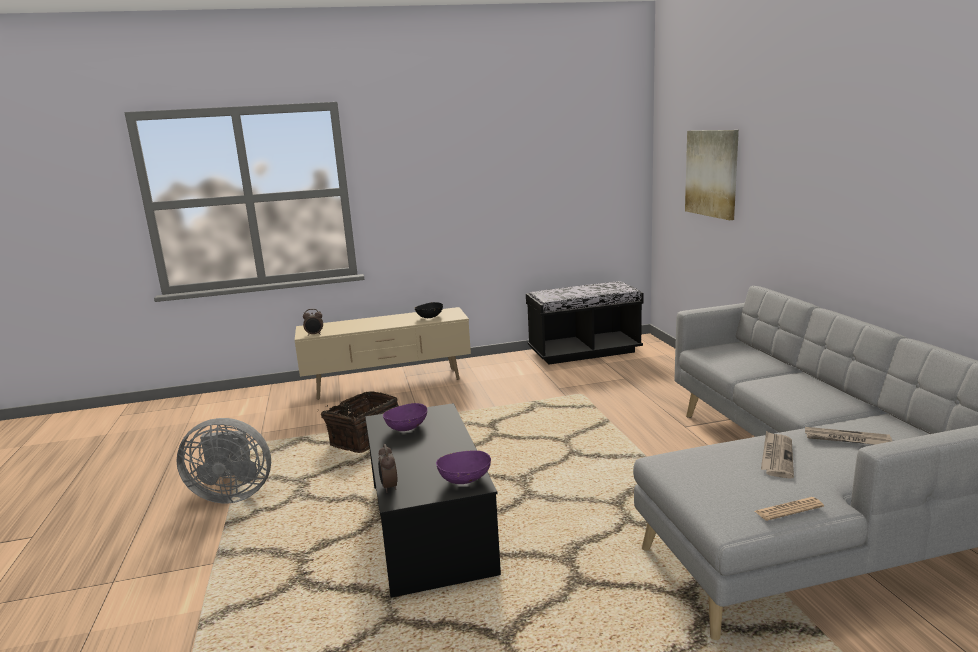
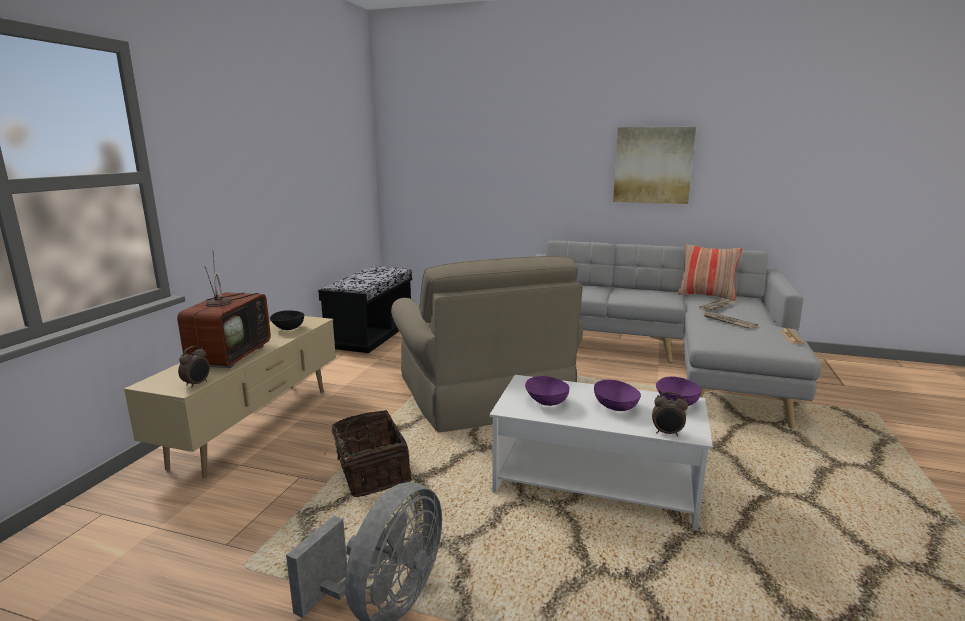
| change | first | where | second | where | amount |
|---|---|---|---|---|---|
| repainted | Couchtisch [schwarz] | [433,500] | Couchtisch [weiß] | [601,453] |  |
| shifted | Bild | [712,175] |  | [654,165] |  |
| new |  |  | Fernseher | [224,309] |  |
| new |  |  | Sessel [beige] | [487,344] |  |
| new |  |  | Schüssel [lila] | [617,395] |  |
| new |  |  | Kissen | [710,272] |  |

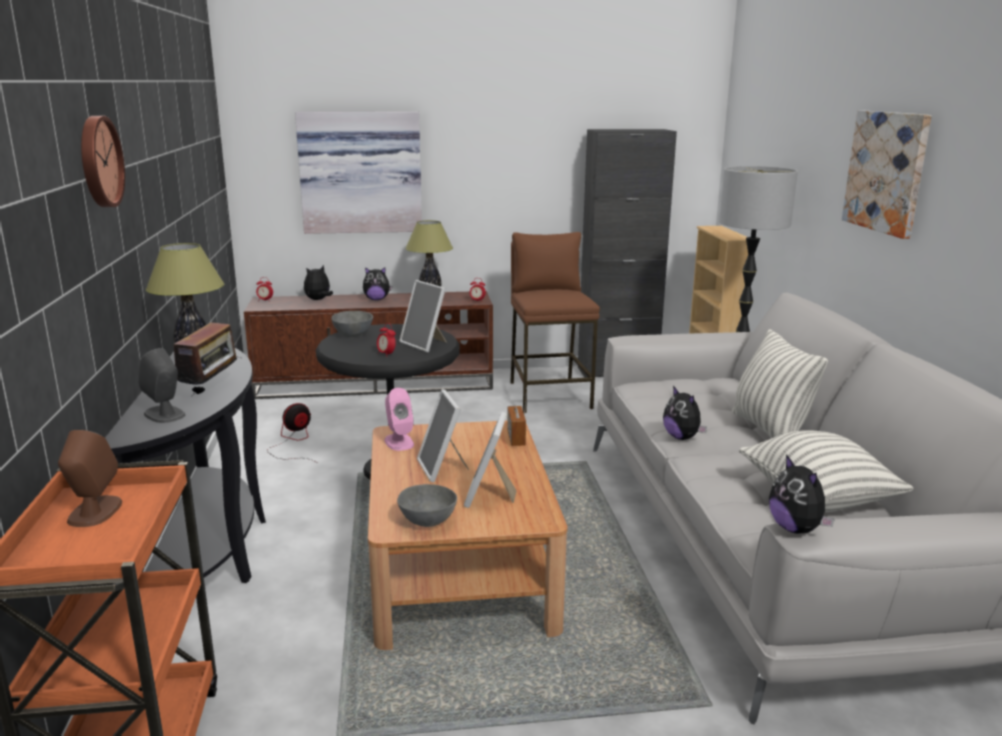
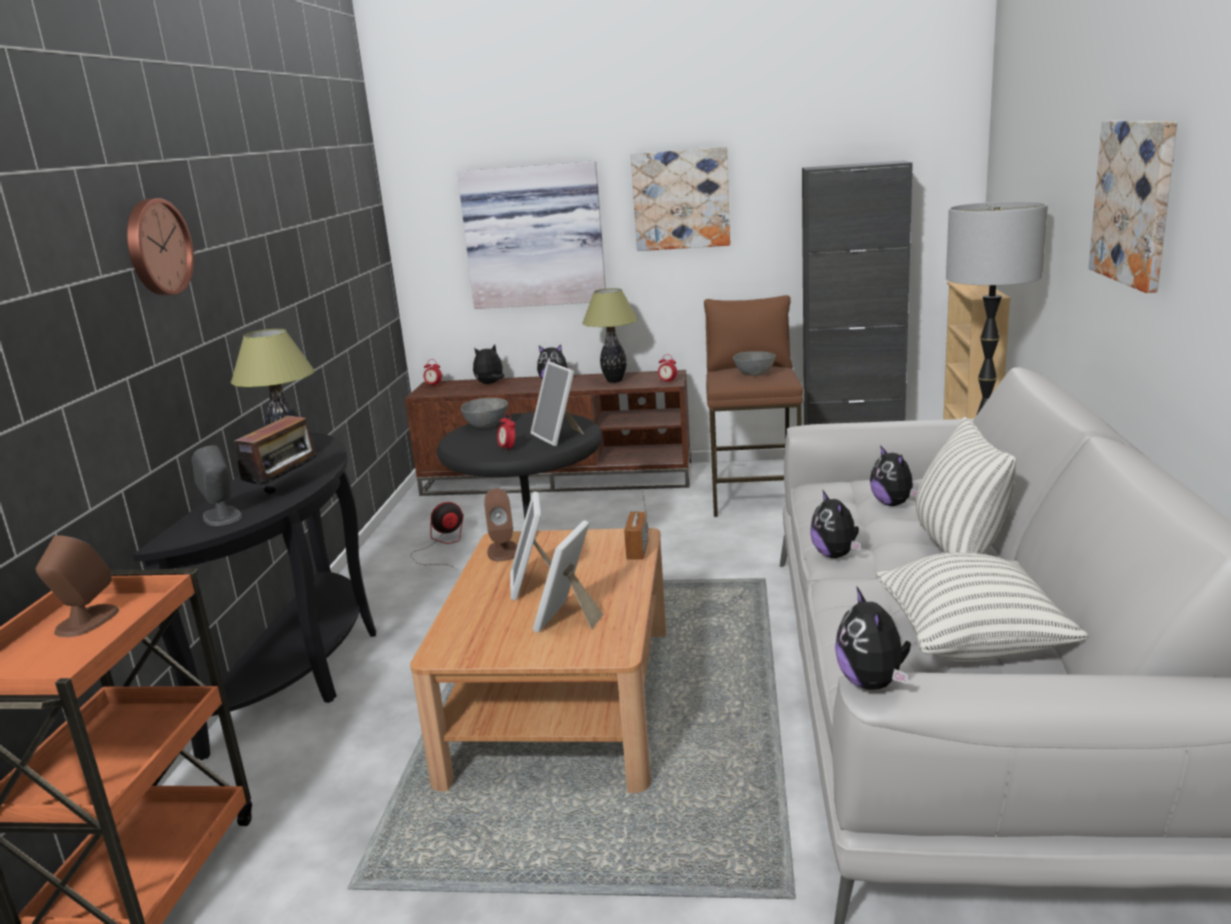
| change | first | where | second | where | amount |
|---|---|---|---|---|---|
| repainted | Lautsprecher [rosa] | [399,419] | Lautsprecher [braun] | [500,525] |  |
| shifted | Schüssel [grau] | [427,505] |  | [754,363] |  |
| new |  |  | Bild | [680,199] |  |
| new |  |  | Plüschtier | [894,475] |  |

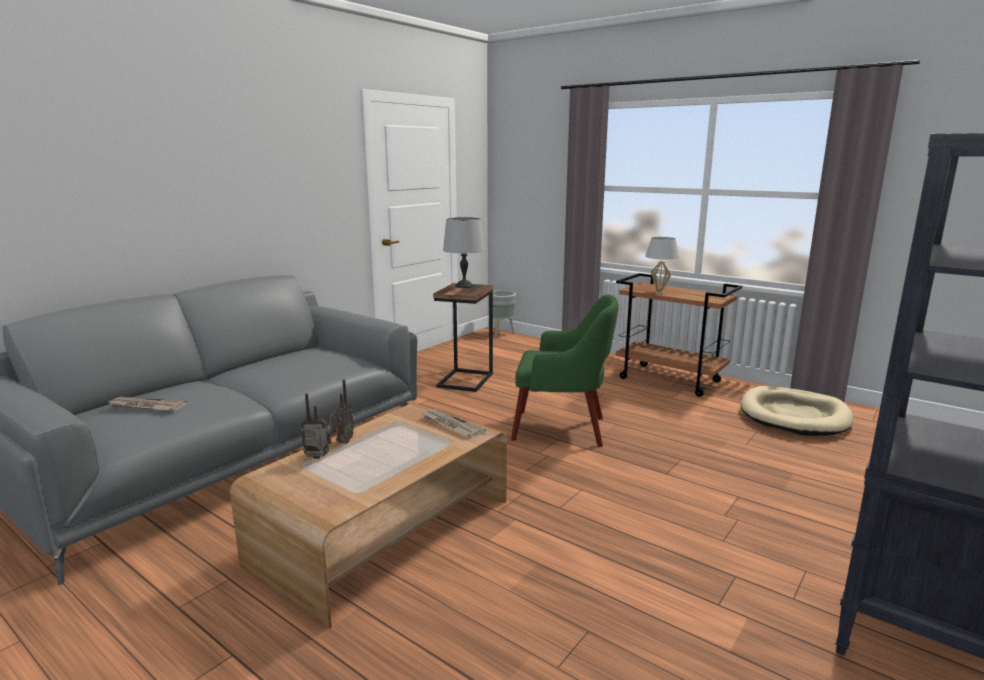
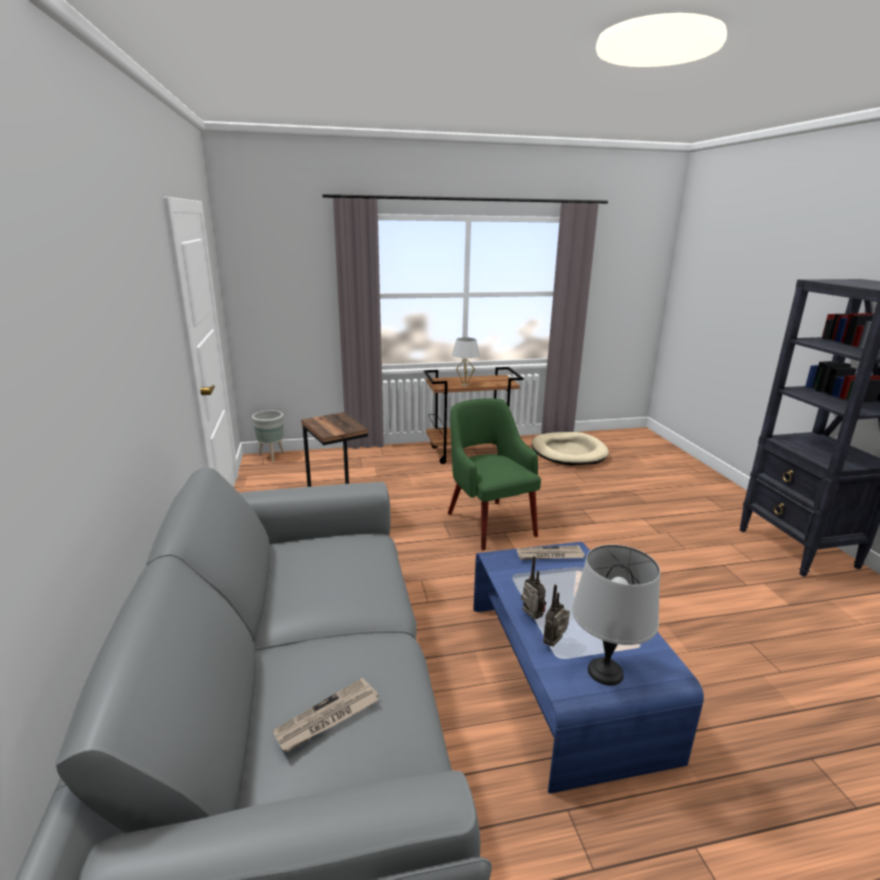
| change | first | where | second | where | amount |
|---|---|---|---|---|---|
| repainted | Couchtisch [braun] | [368,515] | Couchtisch [blau] | [588,668] |  |
| shifted | Tischlampe [grau] | [464,252] |  | [616,615] |  |
| rotated | Sessel [grün] | [565,370] |  | [494,474] | 75 degrees counterclockwise |

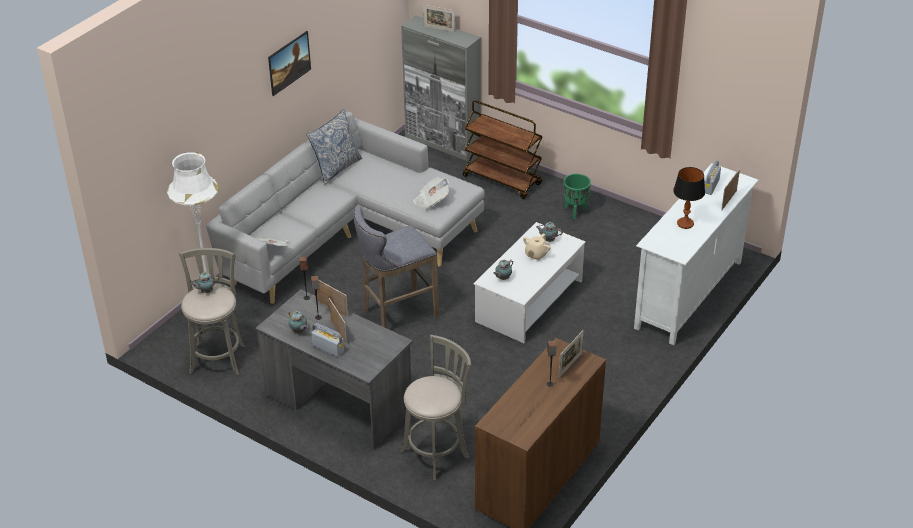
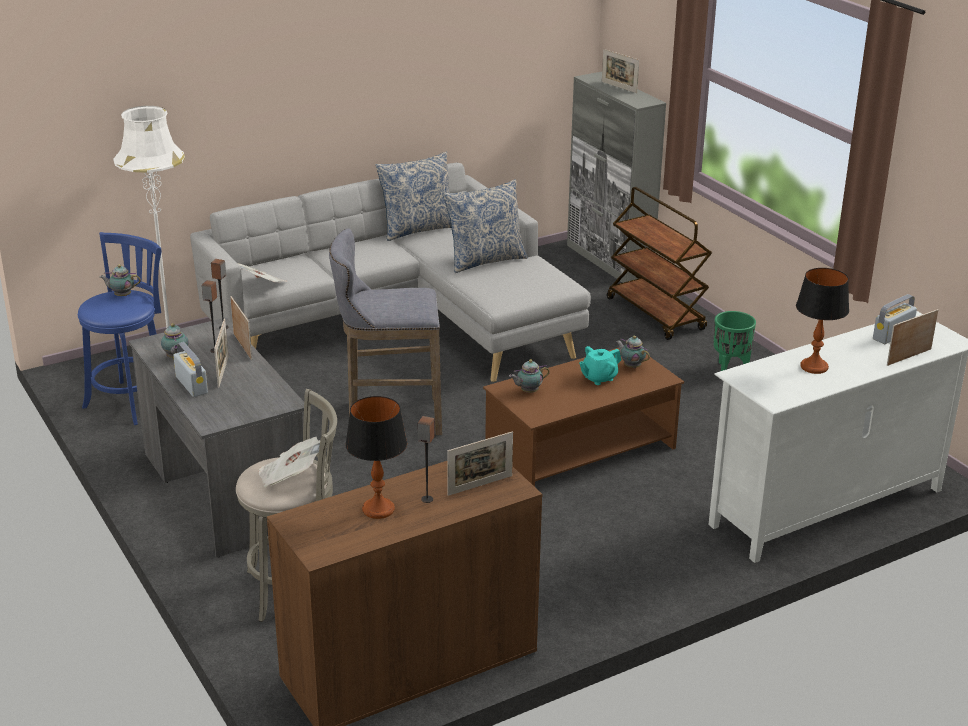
| change | first | where | second | where | amount |
|---|---|---|---|---|---|
| repainted | Hocker [grau] | [212,311] | Hocker [blau] | [119,328] |  |
| gone | Bild | [289,63] |  |  |  |
| shifted | Zeitung | [431,193] |  | [289,462] |  |
| repainted | Couchtisch [weiß] | [530,282] | Couchtisch [braun] | [583,417] |  |
| repainted | Teekanne [beige] | [536,247] | Teekanne [türkis] | [600,365] |  |
| new |  |  | Tischlampe | [376,457] |  |
| new |  |  | Kissen | [485,226] |  |

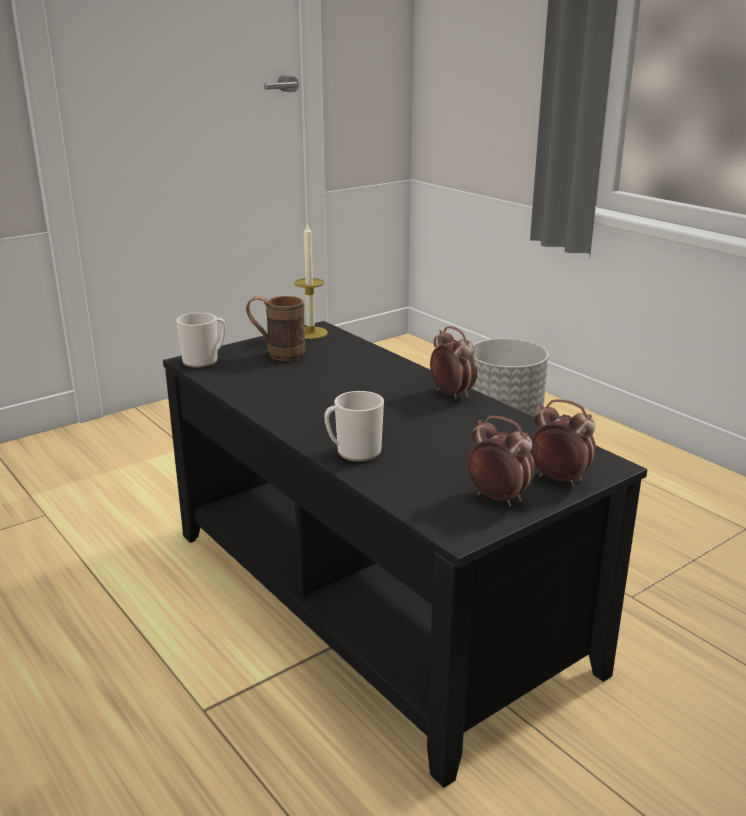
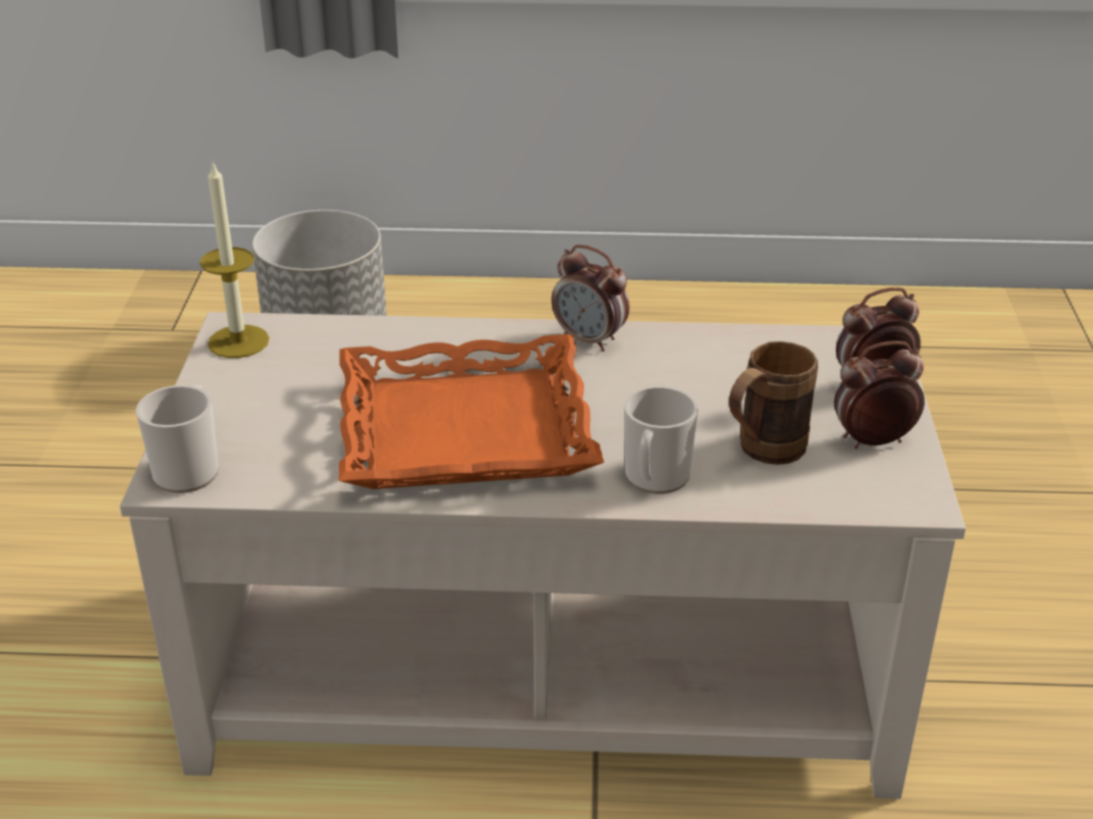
| change | first | where | second | where | amount |
|---|---|---|---|---|---|
| repainted | Couchtisch [schwarz] | [405,554] | Couchtisch [beige] | [543,555] |  |
| shifted | Henkelbecher [braun] | [275,328] |  | [773,403] |  |
| rotated | Wecker | [453,363] |  | [590,298] | 150 degrees counterclockwise |
| new |  |  | Tablett [orange] | [471,411] |  |

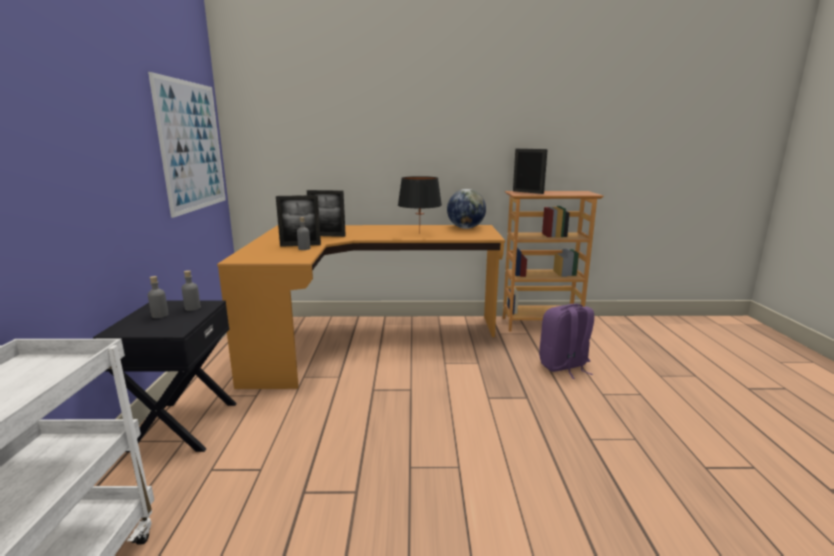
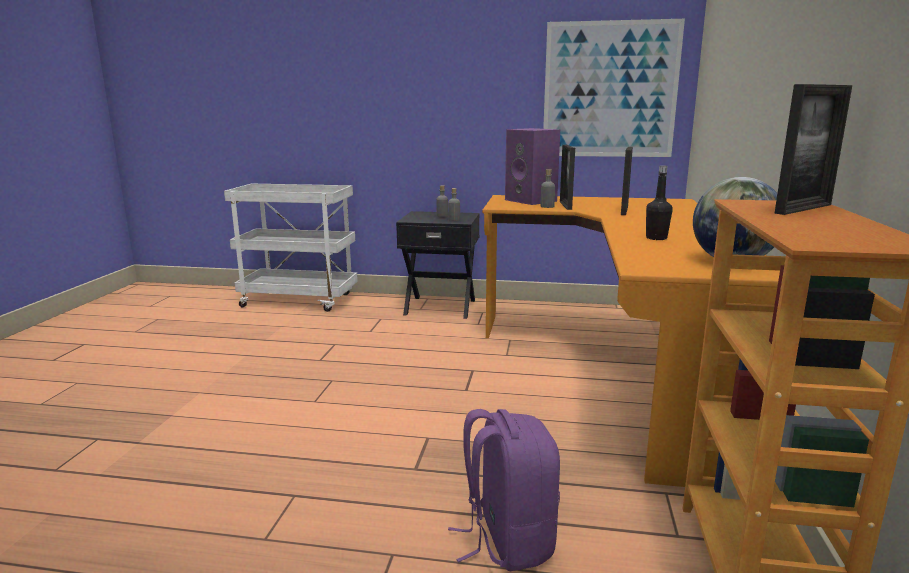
| change | first | where | second | where | amount |
|---|---|---|---|---|---|
| swapped | Tischlampe [schwarz] | [420,205] | Flasche [schwarz] | [659,202] |  |
| new |  |  | Lautsprecher [lila] | [532,166] |  |

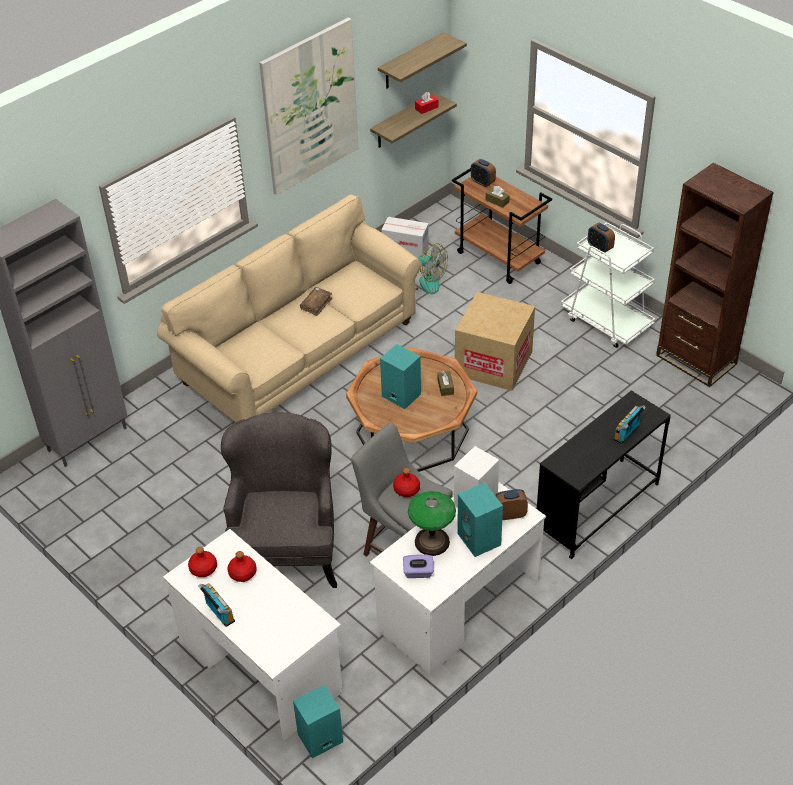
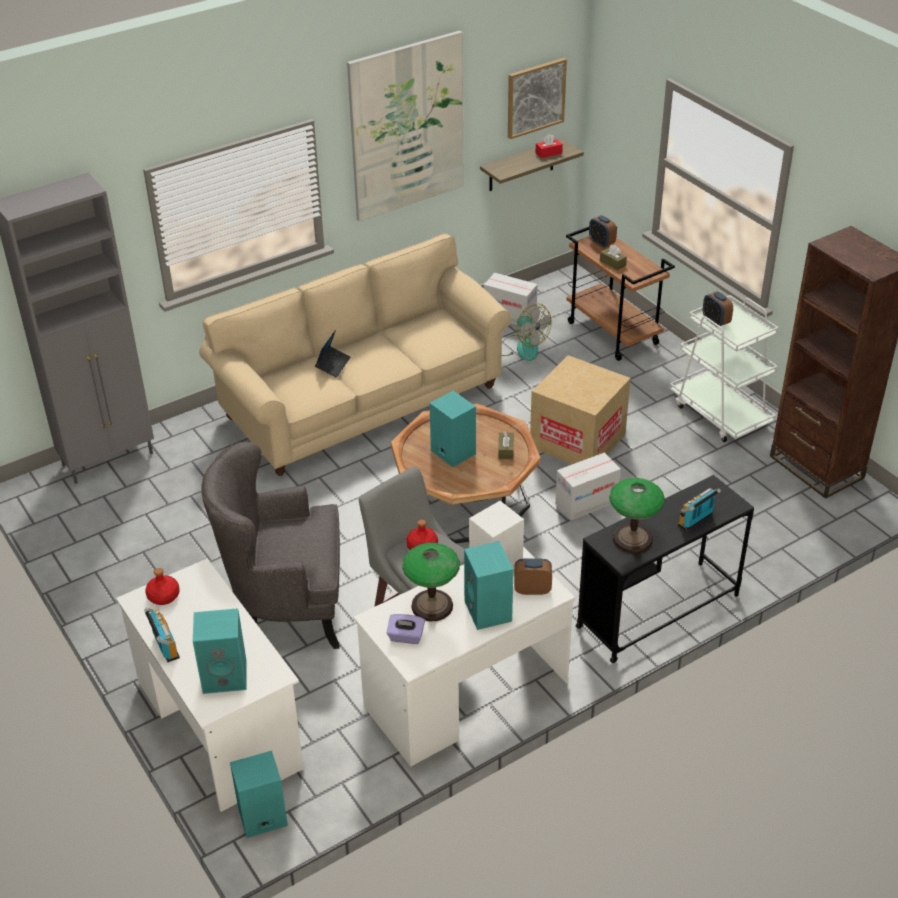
| change | first | where | second | where | amount |
|---|---|---|---|---|---|
| rotated | Sessel [grau] | [279,500] |  | [270,545] | 105 degrees counterclockwise |
| gone | Flasche [rot] | [241,566] |  |  |  |
| gone | Buch [braun] | [316,301] |  |  |  |
| swapped | Wandregal | [422,60] | Bild | [537,98] |  |
| new |  |  | Lautsprecher [türkis] | [220,651] |  |
| new |  |  | Laptop | [332,354] |  |
| new |  |  | Karton | [588,486] |  |
| new |  |  | Tischlampe | [637,515] |  |

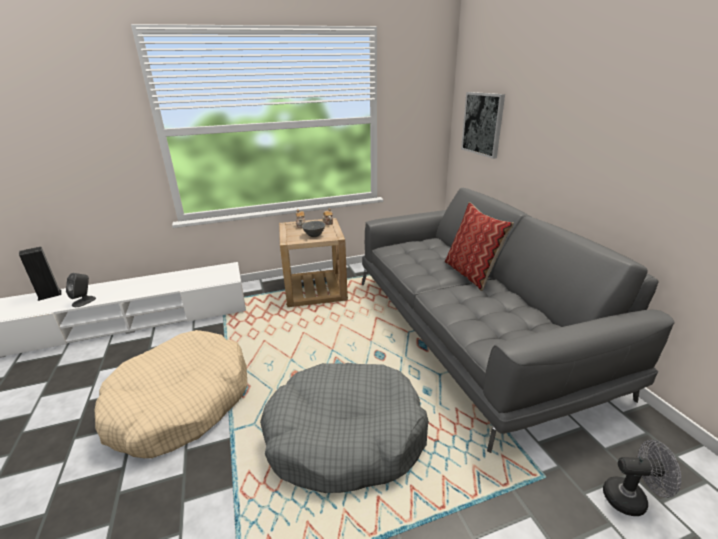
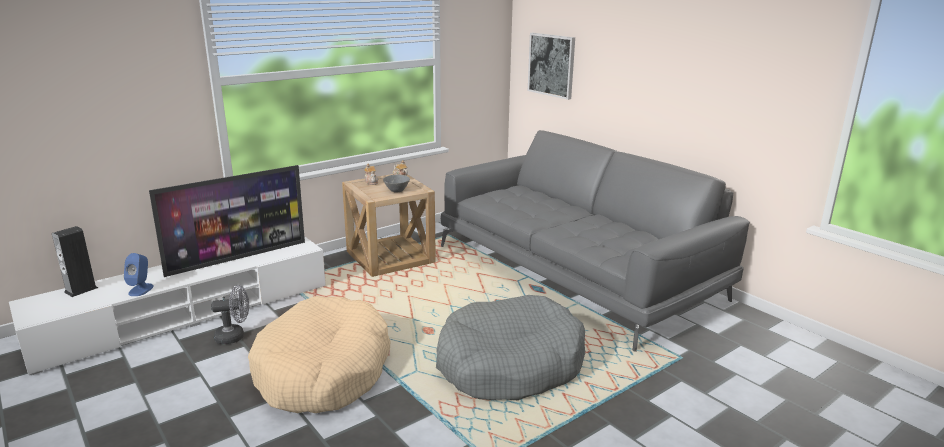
| change | first | where | second | where | amount |
|---|---|---|---|---|---|
| repainted | Lautsprecher [grau] | [81,290] | Lautsprecher [blau] | [139,274] |  |
| gone | Kissen | [479,246] |  |  |  |
| shifted | Ventilator [grau] | [642,478] |  | [230,314] |  |
| new |  |  | Fernseher | [227,221] |  |

